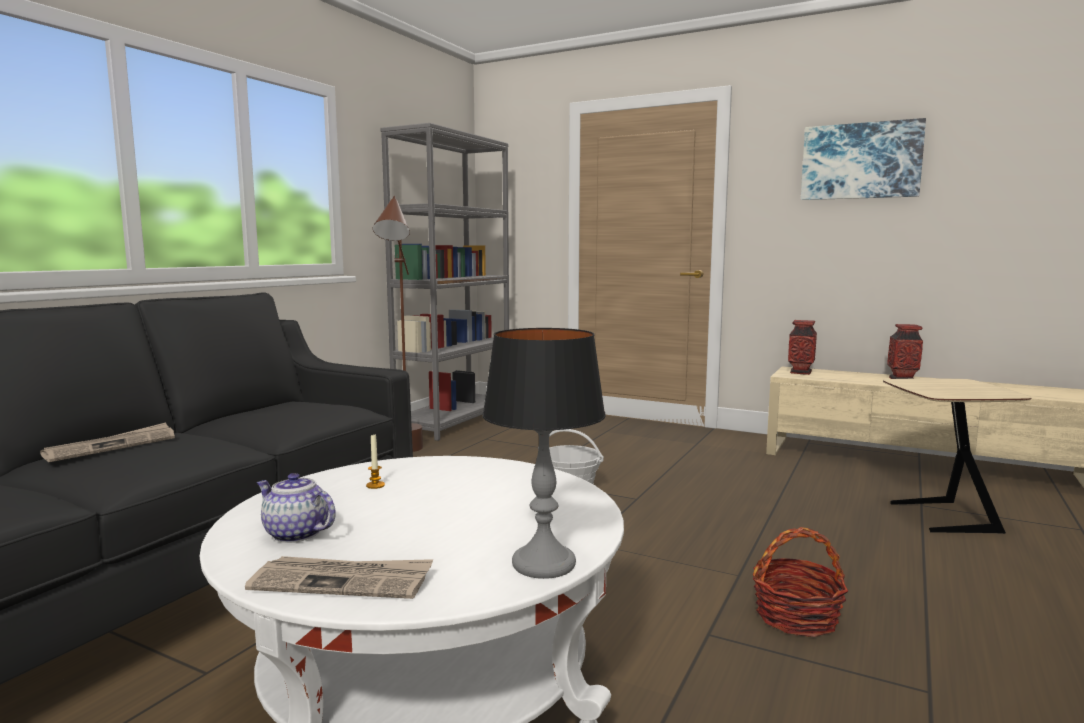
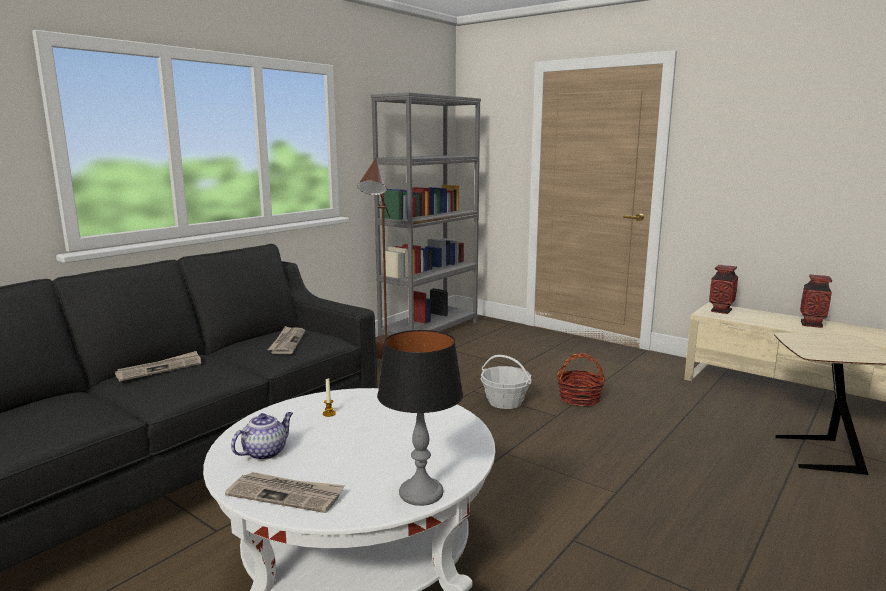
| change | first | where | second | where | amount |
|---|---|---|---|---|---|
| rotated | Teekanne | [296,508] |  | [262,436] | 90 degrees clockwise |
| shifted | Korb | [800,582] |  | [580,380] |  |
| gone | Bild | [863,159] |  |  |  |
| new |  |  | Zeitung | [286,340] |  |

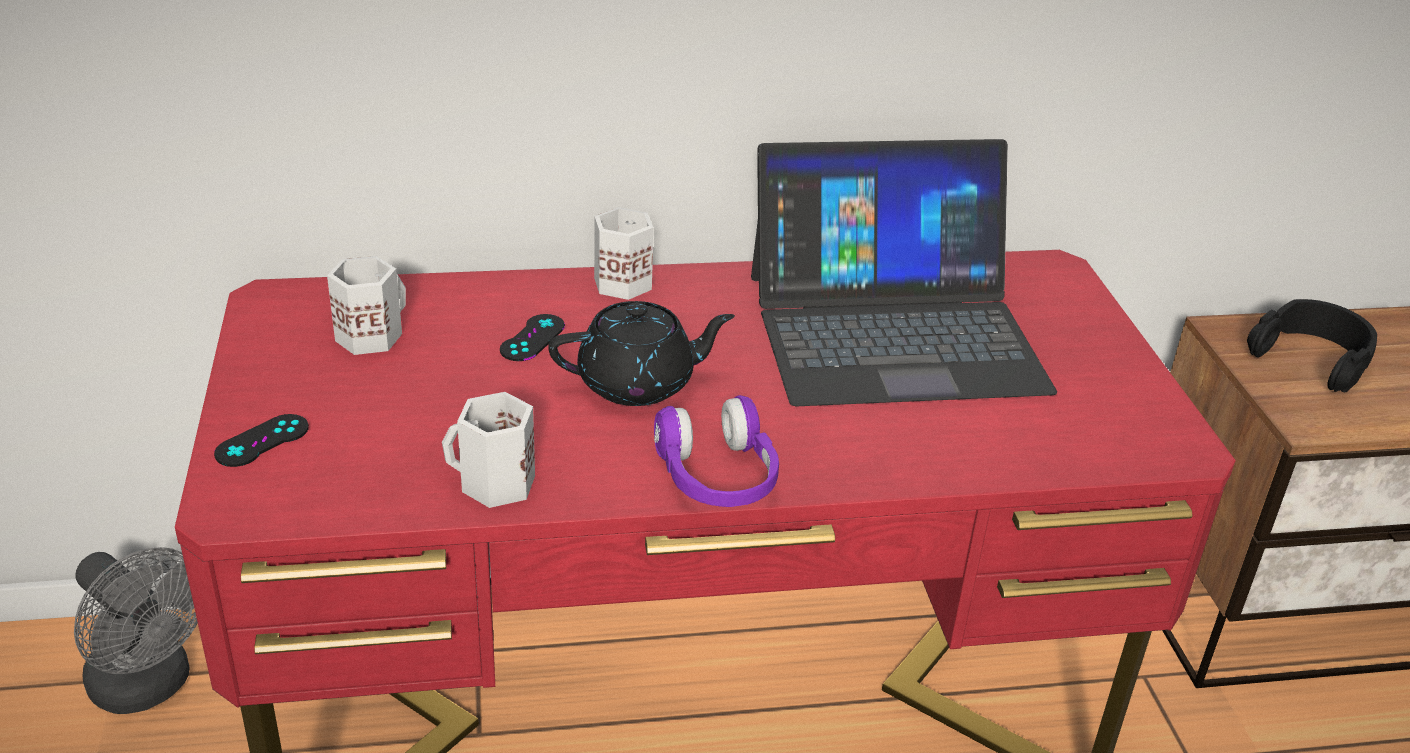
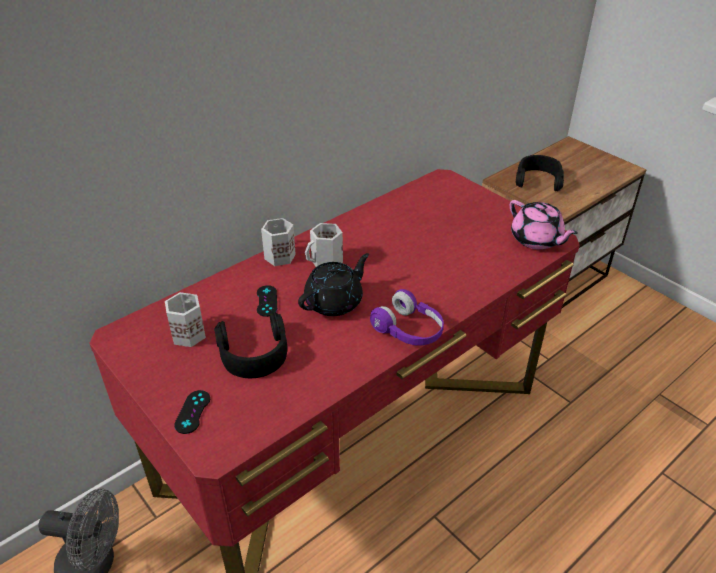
| change | first | where | second | where | amount |
|---|---|---|---|---|---|
| shifted | Henkelbecher [weiß] | [488,450] |  | [324,245] |  |
| gone | Laptop | [904,272] |  |  |  |
| new |  |  | Kopfhörer [schwarz] | [250,345] |  |
| new |  |  | Teekanne [rosa] | [544,225] |  |

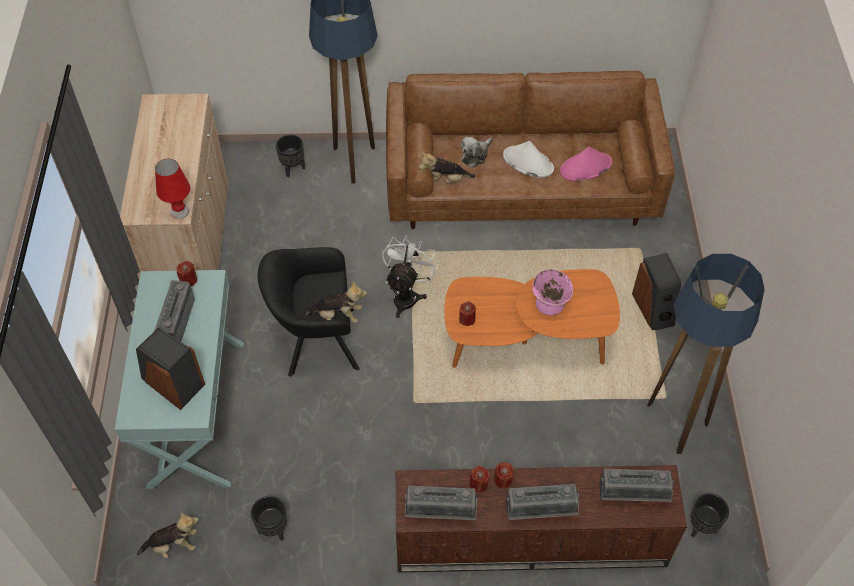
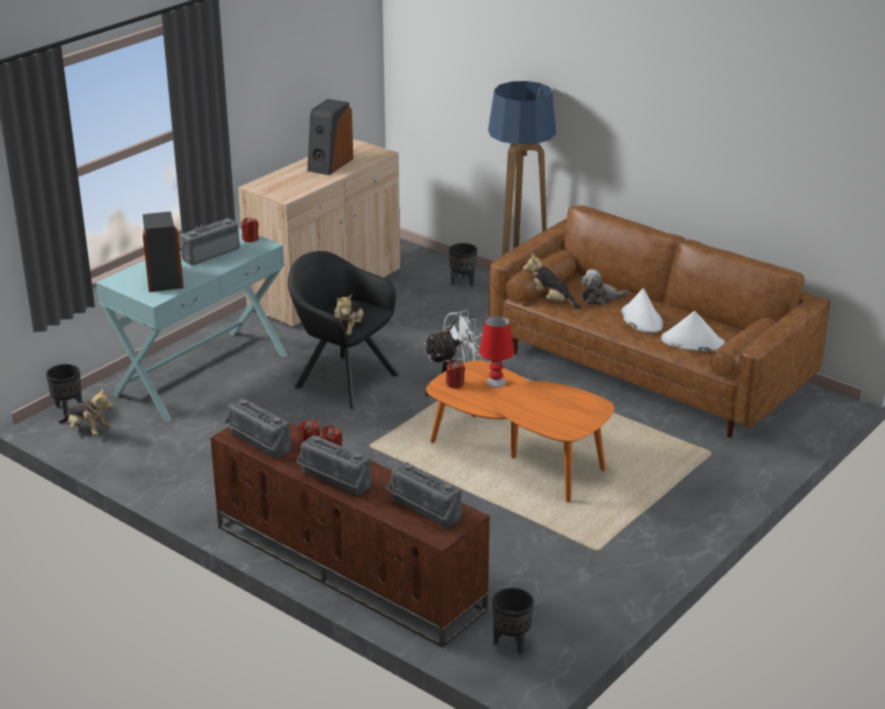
| change | first | where | second | where | amount |
|---|---|---|---|---|---|
| shifted | Tischlampe [rot] | [173,189] |  | [496,352] |  |
| shifted | Pflanzkübel [schwarz] | [269,518] |  | [64,390] |  |
| rotated | Plüschtier | [335,302] |  | [349,314] | 60 degrees clockwise |
| gone | Schüssel [rosa] | [553,292] |  |  |  |
| repainted | Hut [rosa] | [586,164] | Hut [weiß] | [693,331] |  |
| shifted | Lautsprecher | [656,292] |  | [330,137] |  |
| gone | Stehlampe | [706,354] |  |  |  |

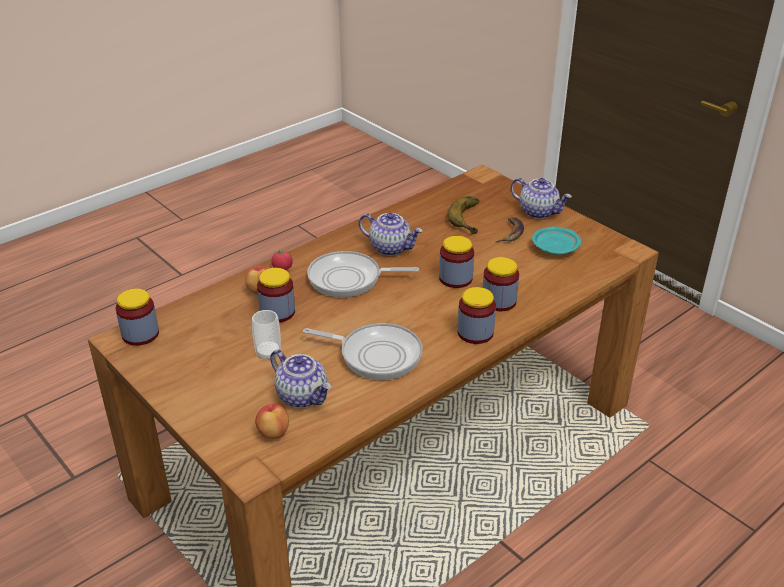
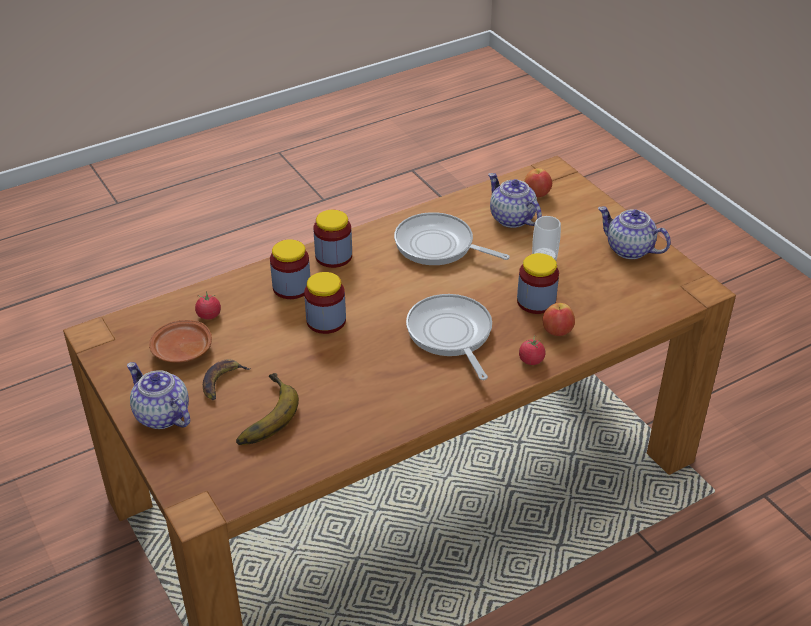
| change | first | where | second | where | amount |
|---|---|---|---|---|---|
| gone | Vorratsglas | [137,317] |  |  |  |
| rotated | Pfanne | [363,274] |  | [449,337] | 120 degrees counterclockwise |
| shifted | Teekanne | [391,234] |  | [634,232] |  |
| repainted | Teller [türkis] | [556,240] | Teller [braun] | [180,341] |  |
| new |  |  | Tomate | [208,305] |  |

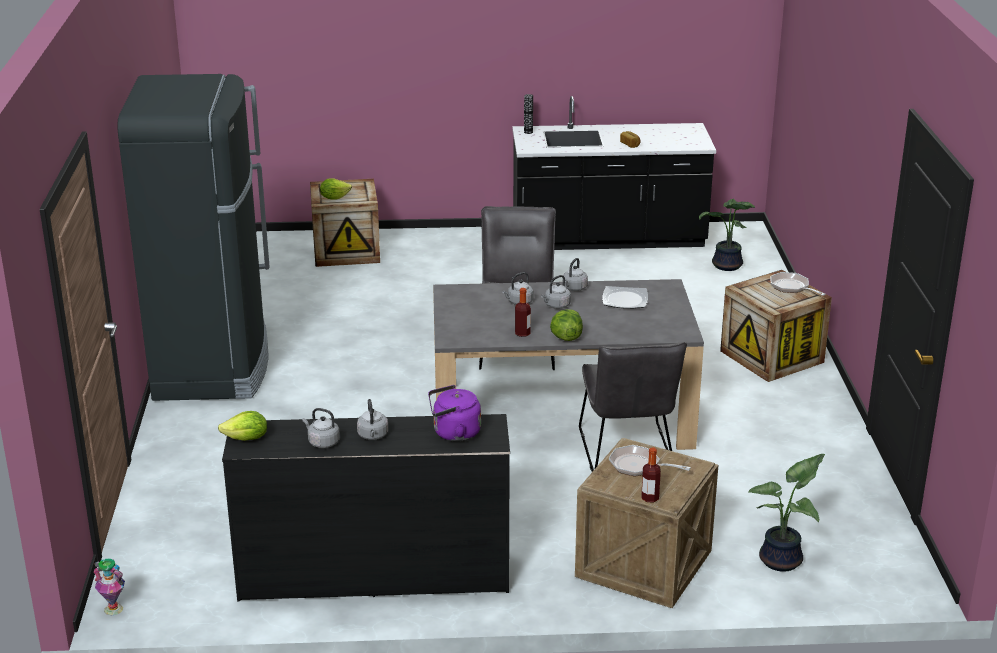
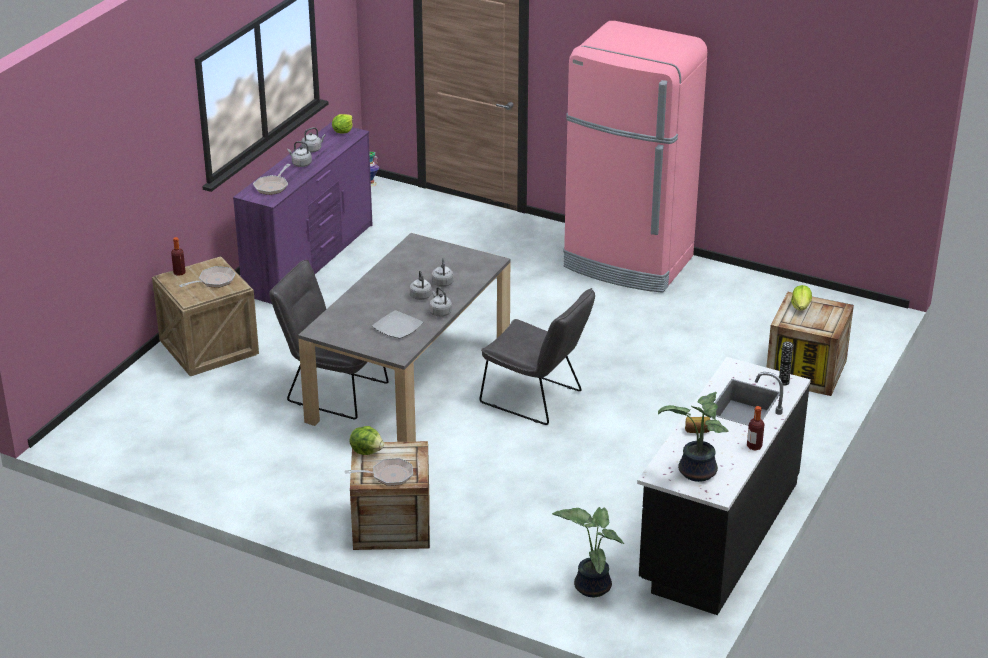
| change | first | where | second | where | amount |
|---|---|---|---|---|---|
| repainted | Kühlschrank [schwarz] | [193,237] | Kühlschrank [rosa] | [635,157] |  |
| repainted | Kommode [schwarz] | [366,507] | Kommode [lila] | [303,213] |  |
| swapped | Wasserkessel [lila] | [454,413] | Pfanne | [272,179] |  |
| shifted | Flasche | [523,312] |  | [755,428] |  |
| shifted | Salatkopf | [566,325] |  | [367,440] |  |
| shifted | Topfpflanze | [786,513] |  | [693,437] |  |

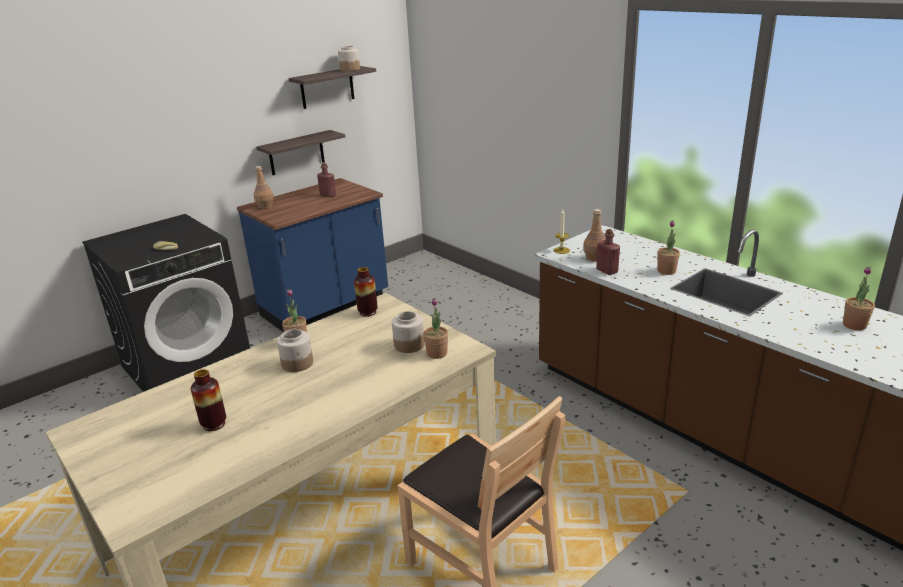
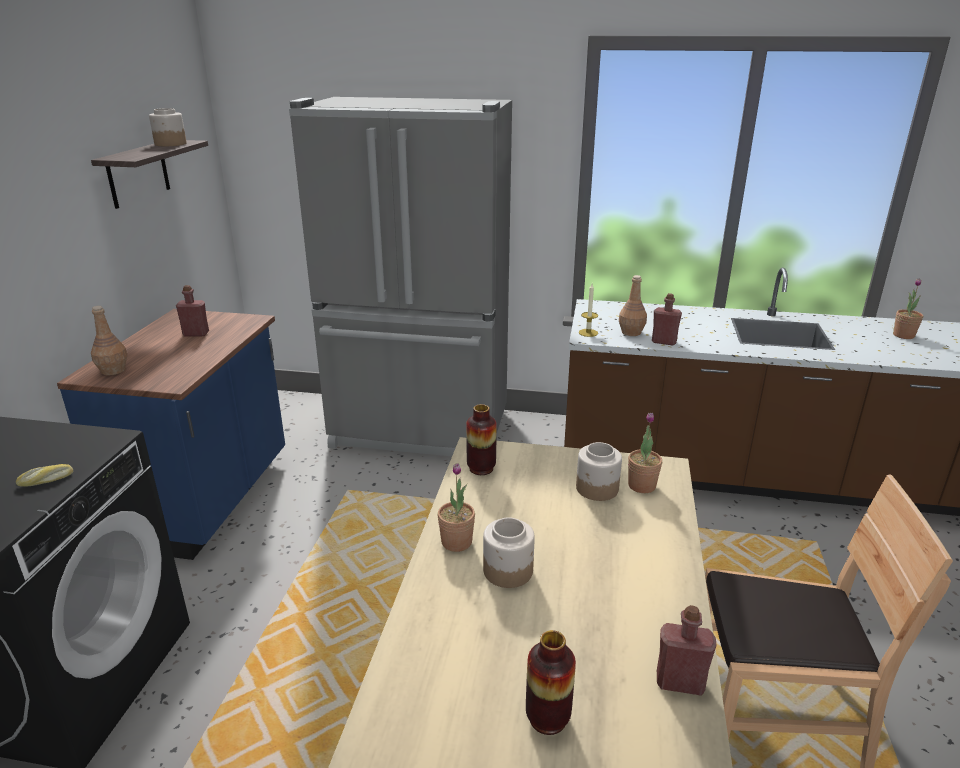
| change | first | where | second | where | amount |
|---|---|---|---|---|---|
| gone | Wandregal | [300,152] |  |  |  |
| gone | Topfpflanze | [668,248] |  |  |  |
| new |  |  | Kühlschrank [grau] | [400,276] |  |
| new |  |  | Flasche [rot] | [687,650] |  |

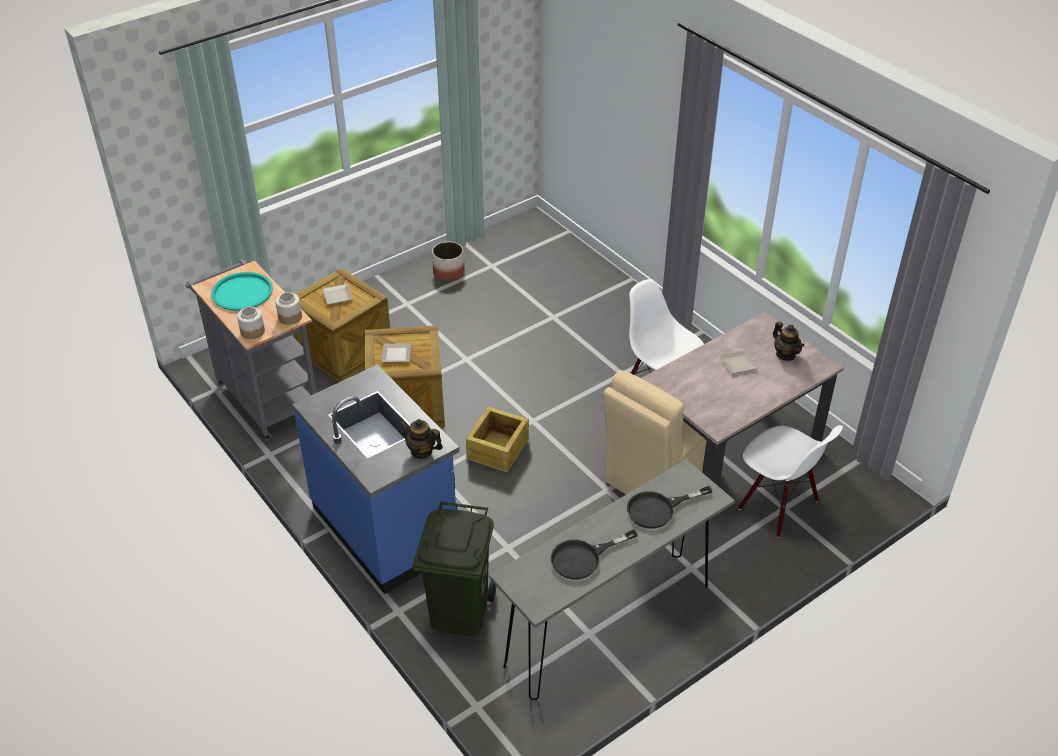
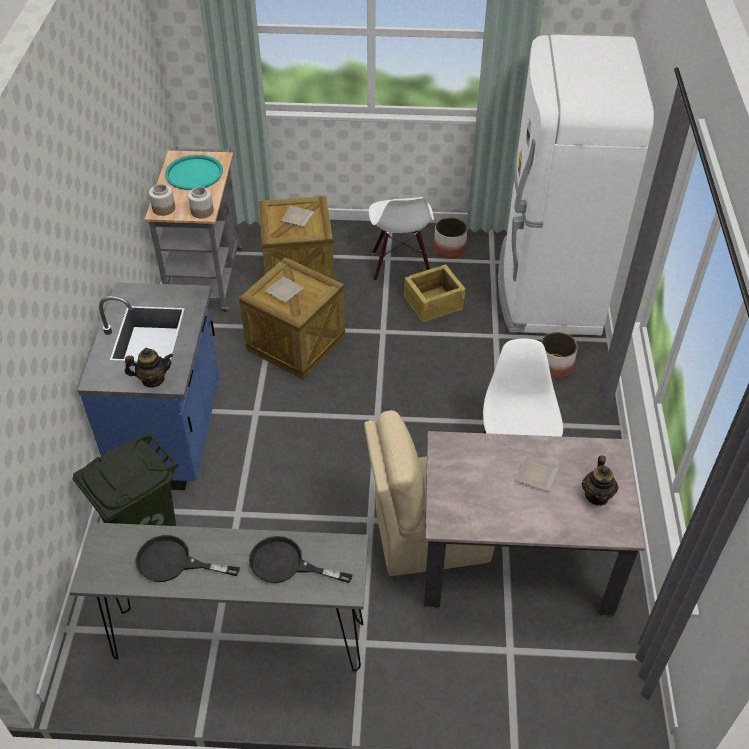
| change | first | where | second | where | amount |
|---|---|---|---|---|---|
| rotated | Teekanne | [421,439] |  | [149,368] | 105 degrees clockwise |
| shifted | Kiste | [497,439] |  | [435,293] |  |
| shifted | Stuhl [weiß] | [790,481] |  | [401,239] |  |
| new |  |  | Kühlschrank [weiß] | [576,185] |  |
| new |  |  | Pflanzkübel | [559,355] |  |

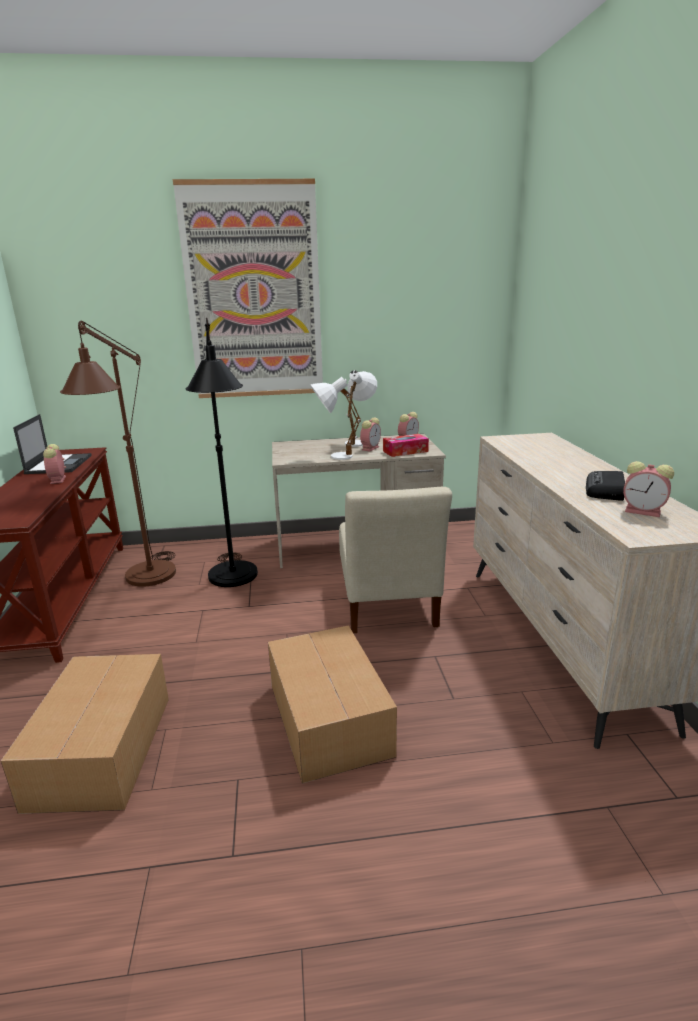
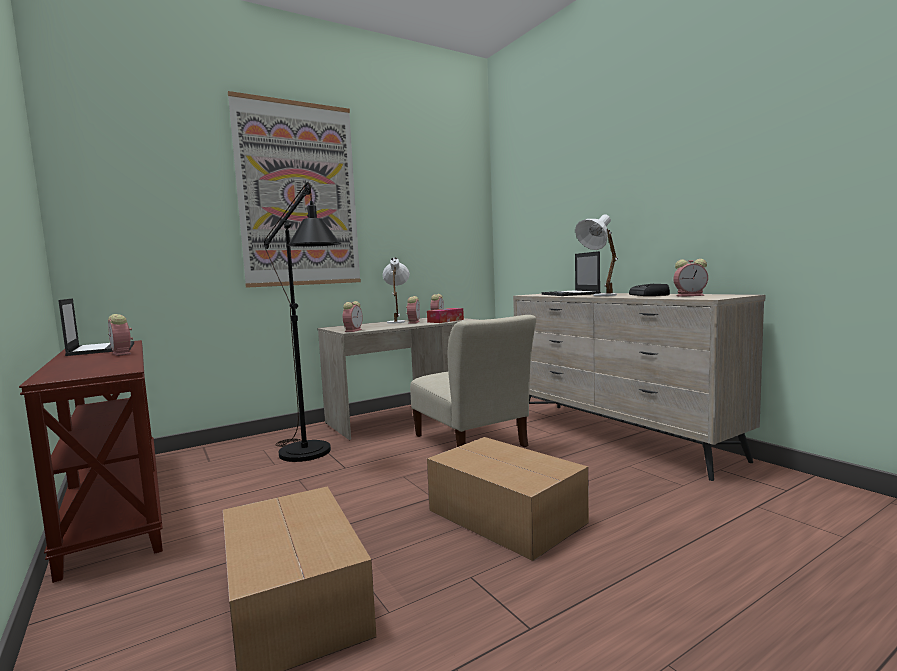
| change | first | where | second | where | amount |
|---|---|---|---|---|---|
| gone | Stehlampe [braun] | [118,454] |  |  |  |
| shifted | Tischlampe [weiß] | [335,418] |  | [596,255] |  |
| new |  |  | Wecker | [353,316] |  |
| new |  |  | Laptop | [571,273] |  |

